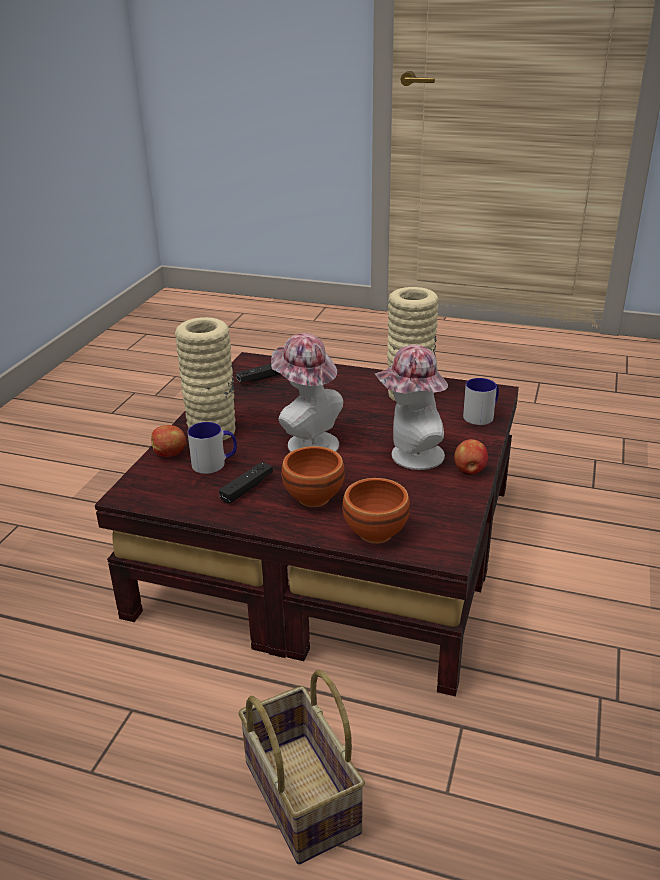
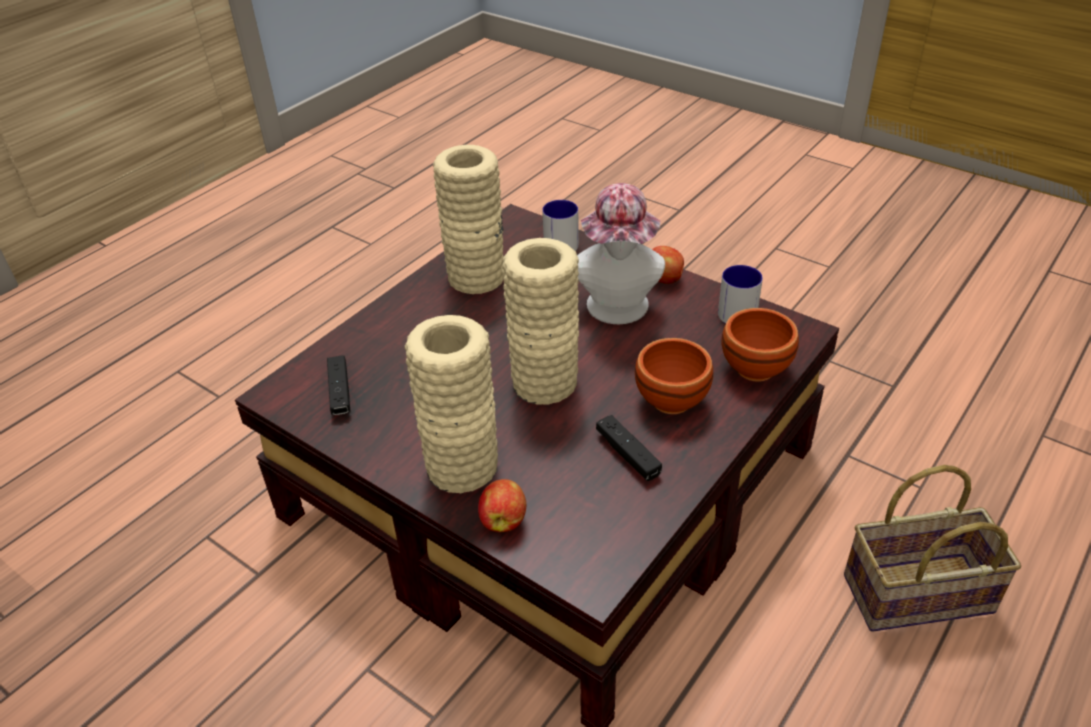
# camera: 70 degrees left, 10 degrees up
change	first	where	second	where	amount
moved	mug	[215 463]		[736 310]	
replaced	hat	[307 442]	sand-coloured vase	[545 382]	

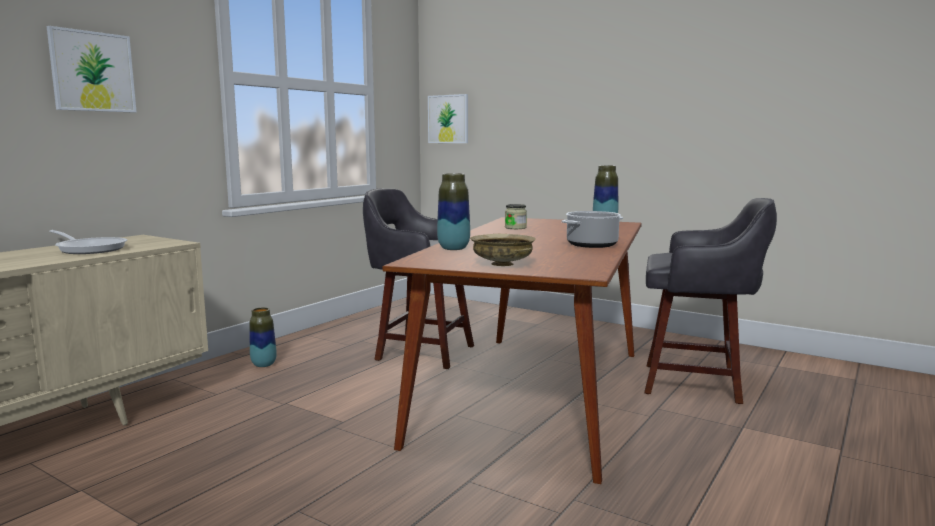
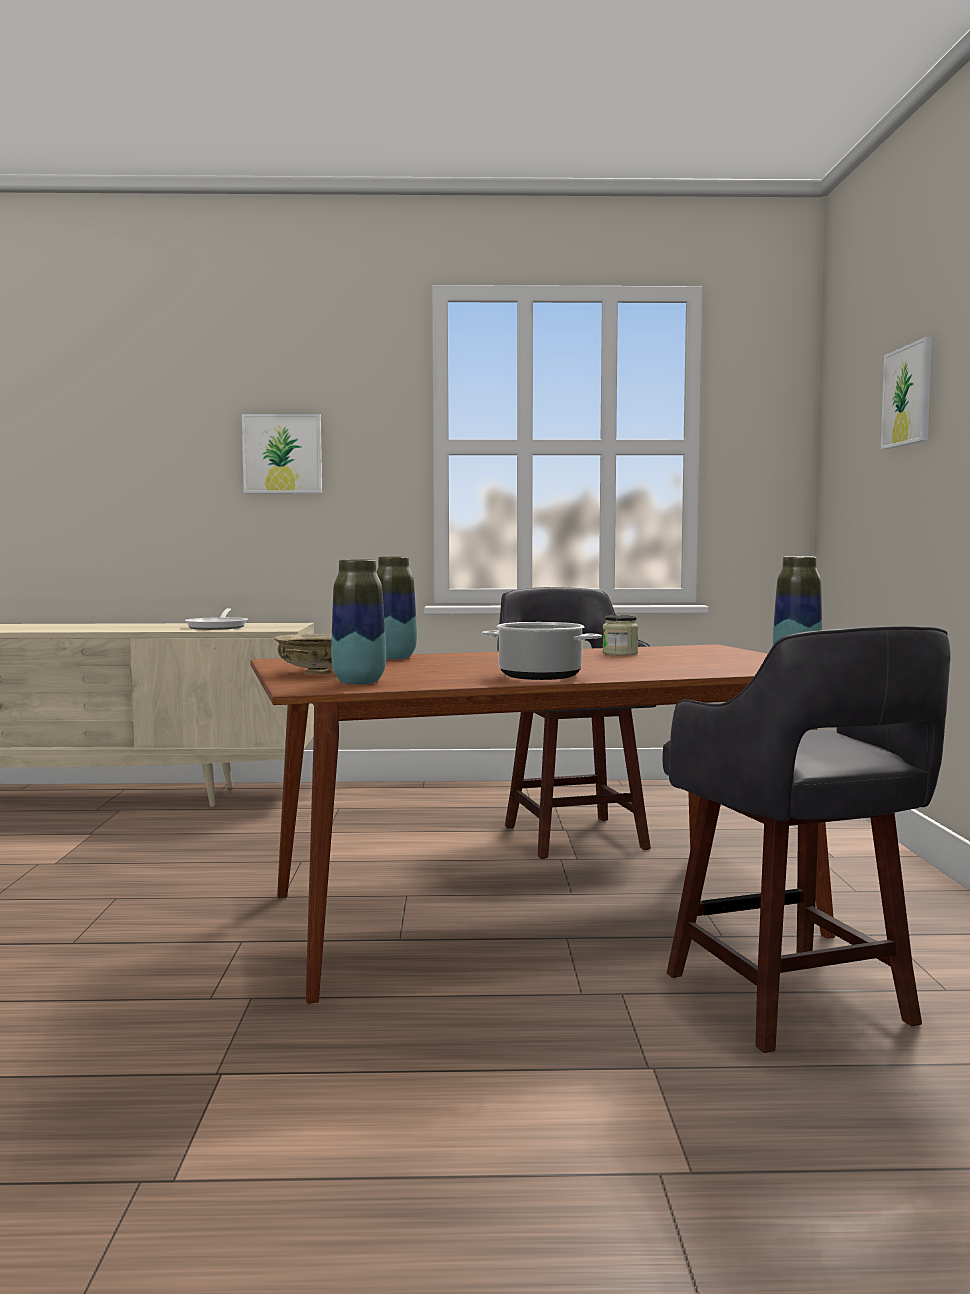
# camera: 55 degrees right, 5 degrees down
change	first	where	second	where	amount
moved	vase	[264 364]		[359 682]	
moved	wall picture	[448 119]		[908 396]	

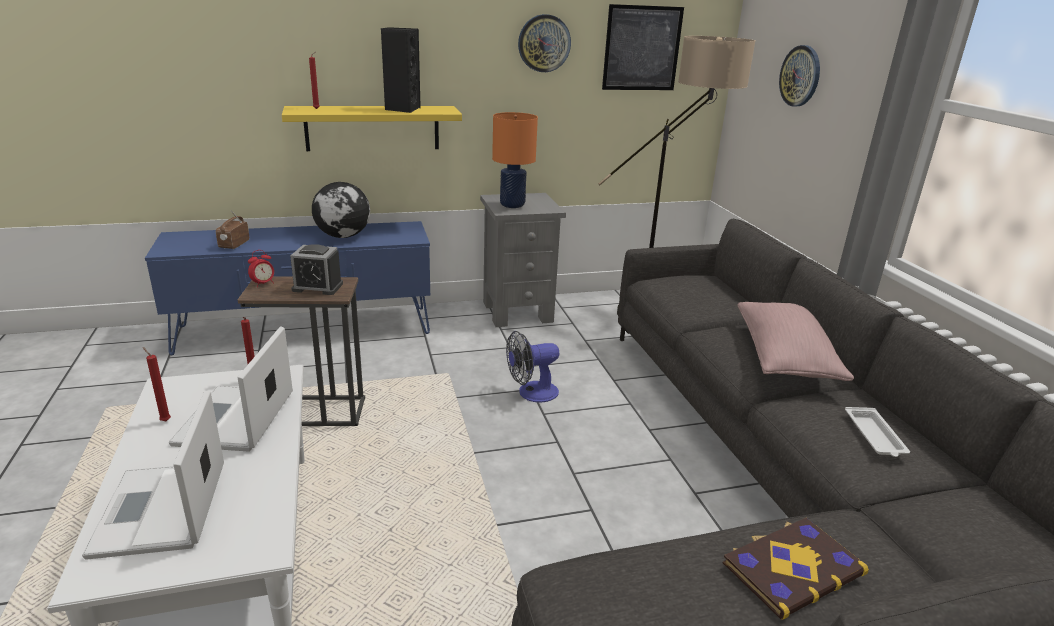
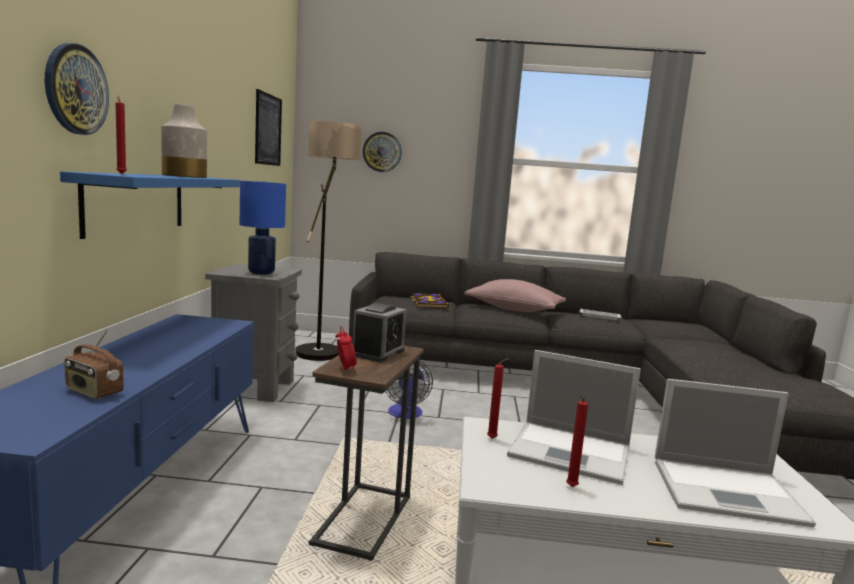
# camera: 70 degrees left, 15 degrees down
change	first	where	second	where	amount
removed	world globe	[344 236]			
moved	clock on the wall	[544 43]		[75 89]	
moved	volume	[792 567]		[428 302]	
replaced	black-coloured audio speaker	[402 109]	sand-coloured vase	[184 176]	
recoloured	yellowish shelf	[372 128]	blue-coloured shelf	[136 202]	
recoloured	orange-coloured lamp for a table	[512 206]	blue-coloured lamp for a table	[261 273]	

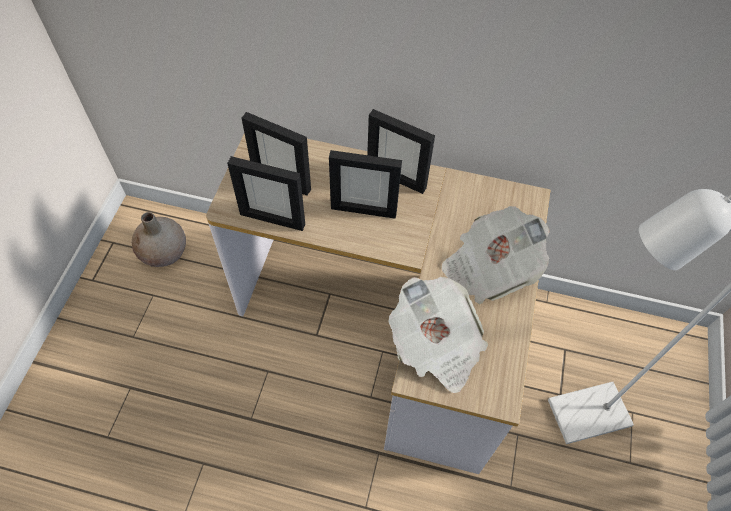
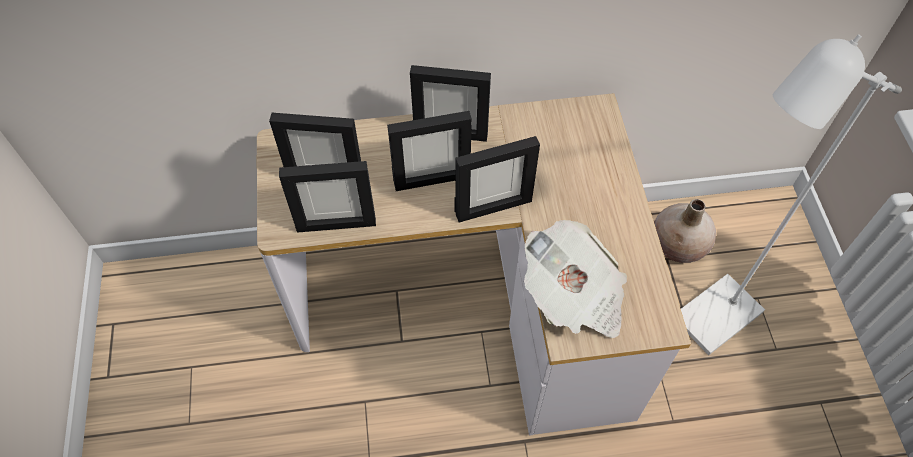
# camera: 20 degrees left, 0 degrees up
change	first	where	second	where	amount
removed	newspaper	[489 267]			
added			photo frame	[493 206]	
moved	sand-coloured vase	[164 252]		[678 245]	

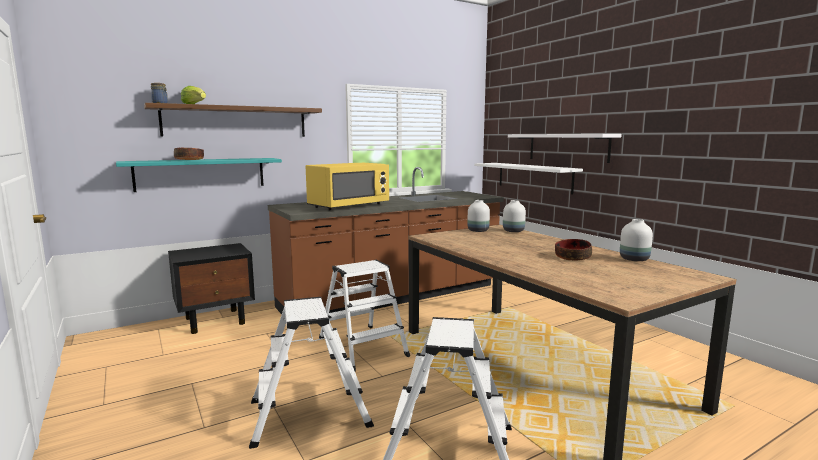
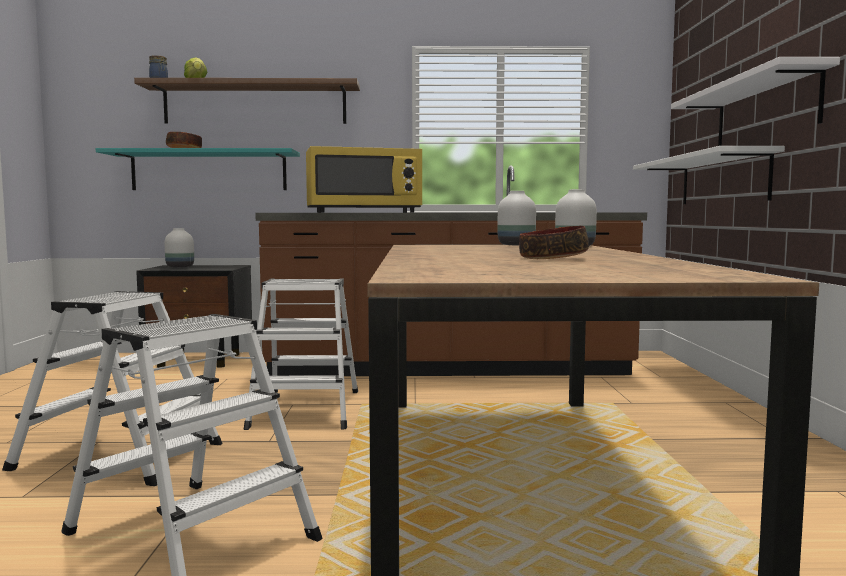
# camera: 30 degrees right, 5 degrees down
change	first	where	second	where	amount
moved	white-coloured vase	[635 259]		[180 267]	

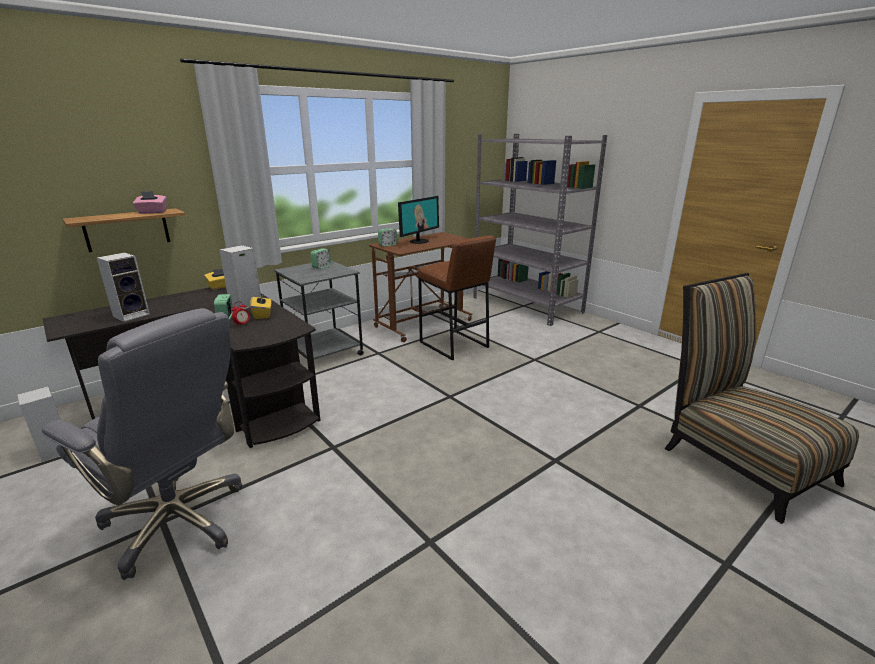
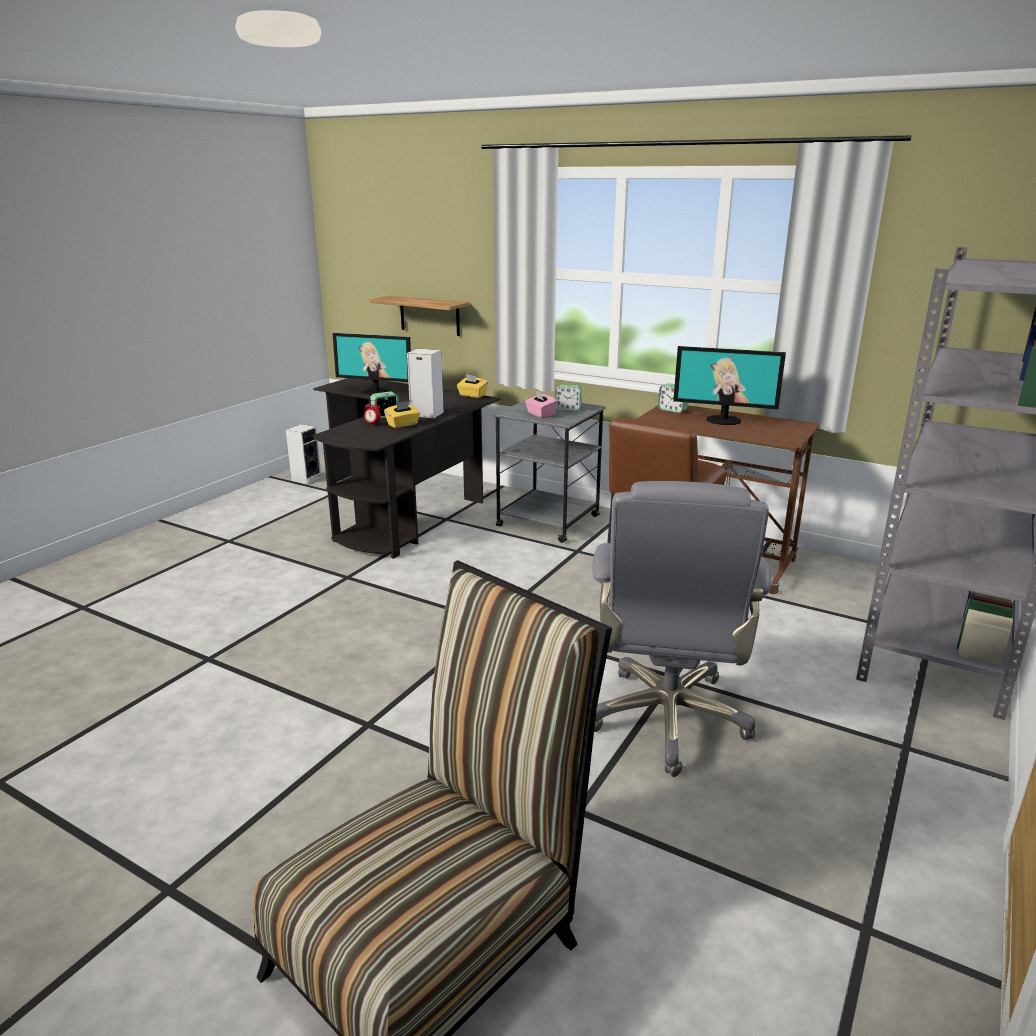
# camera: 70 degrees right, 0 degrees up
change	first	where	second	where	amount
moved	grey office chair	[177 525]		[666 723]	
moved	pink tissue holder	[152 212]		[540 414]	
replaced	audio speaker	[132 315]	computer screen	[375 392]	

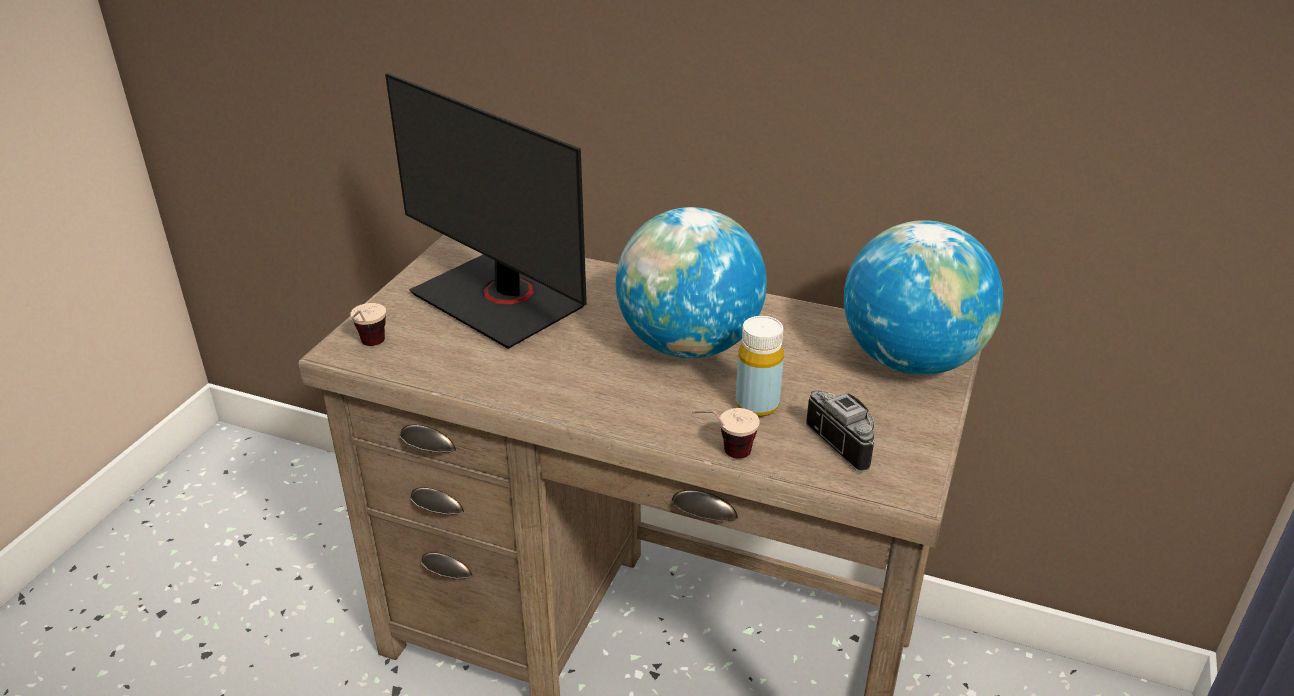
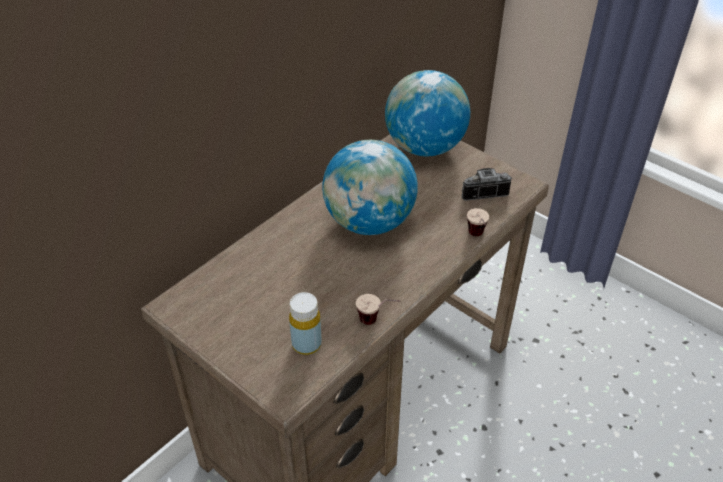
# camera: 70 degrees left, 10 degrees up
change	first	where	second	where	amount
removed	computer screen	[499 300]			
moved	small cup	[369 348]		[377 321]	
moved	yellowish bottle	[757 405]		[306 344]	

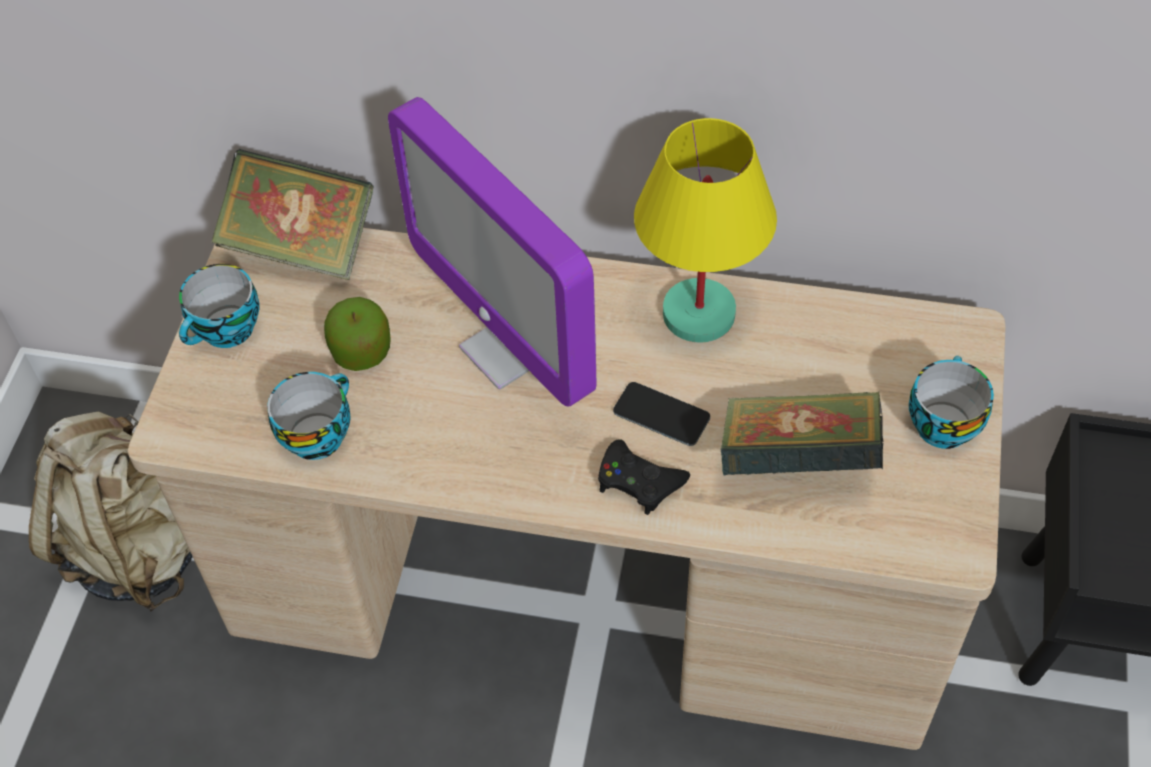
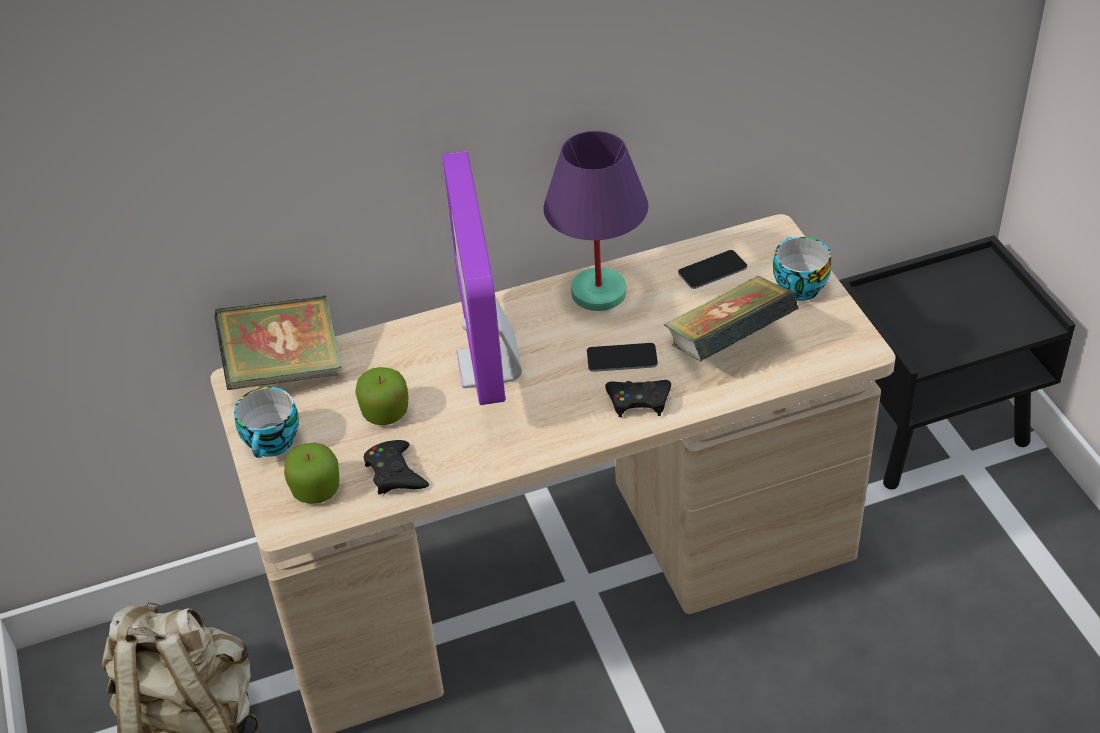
# camera: 30 degrees left, 10 degrees down
change	first	where	second	where	amount
added			apple fruit	[316 489]	
added			telephone	[712 270]	
replaced	small cup	[317 433]	black-coloured gamepad	[395 473]	
recoloured	yellowish lamp for a table	[700 315]	purple lamp for a table	[600 293]	
turned	computer screen	[509 349]		[489 366]	60 degrees clockwise

